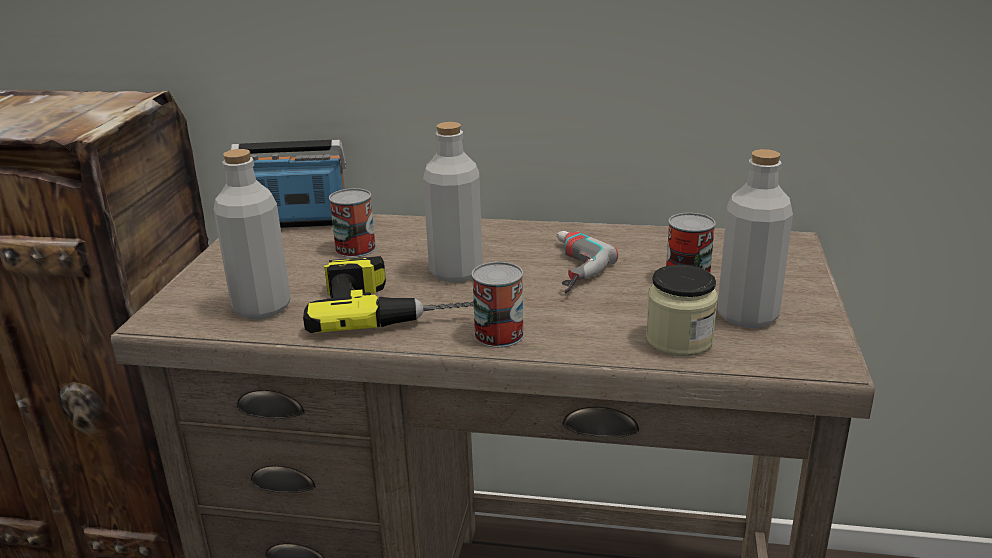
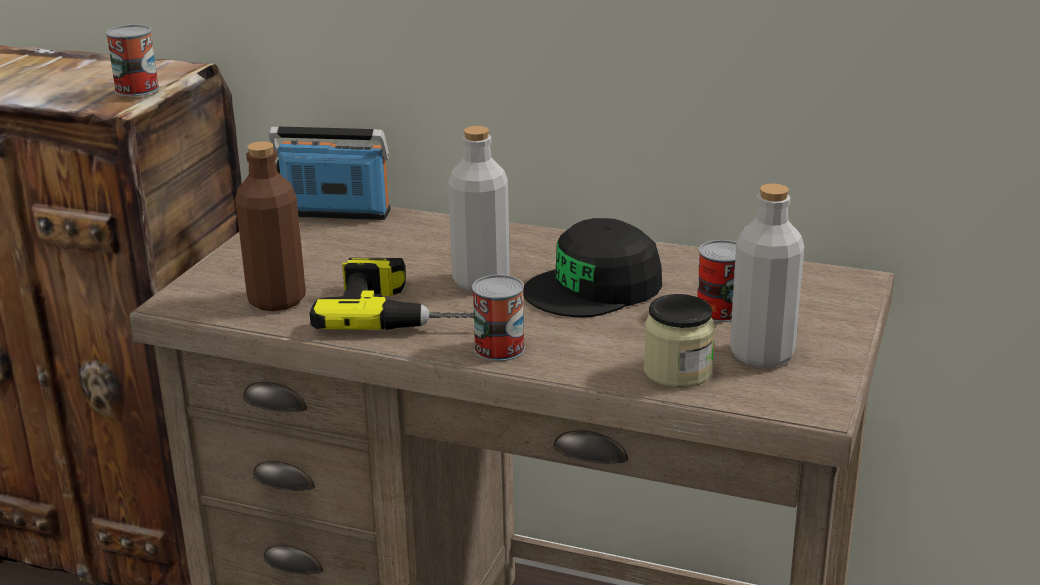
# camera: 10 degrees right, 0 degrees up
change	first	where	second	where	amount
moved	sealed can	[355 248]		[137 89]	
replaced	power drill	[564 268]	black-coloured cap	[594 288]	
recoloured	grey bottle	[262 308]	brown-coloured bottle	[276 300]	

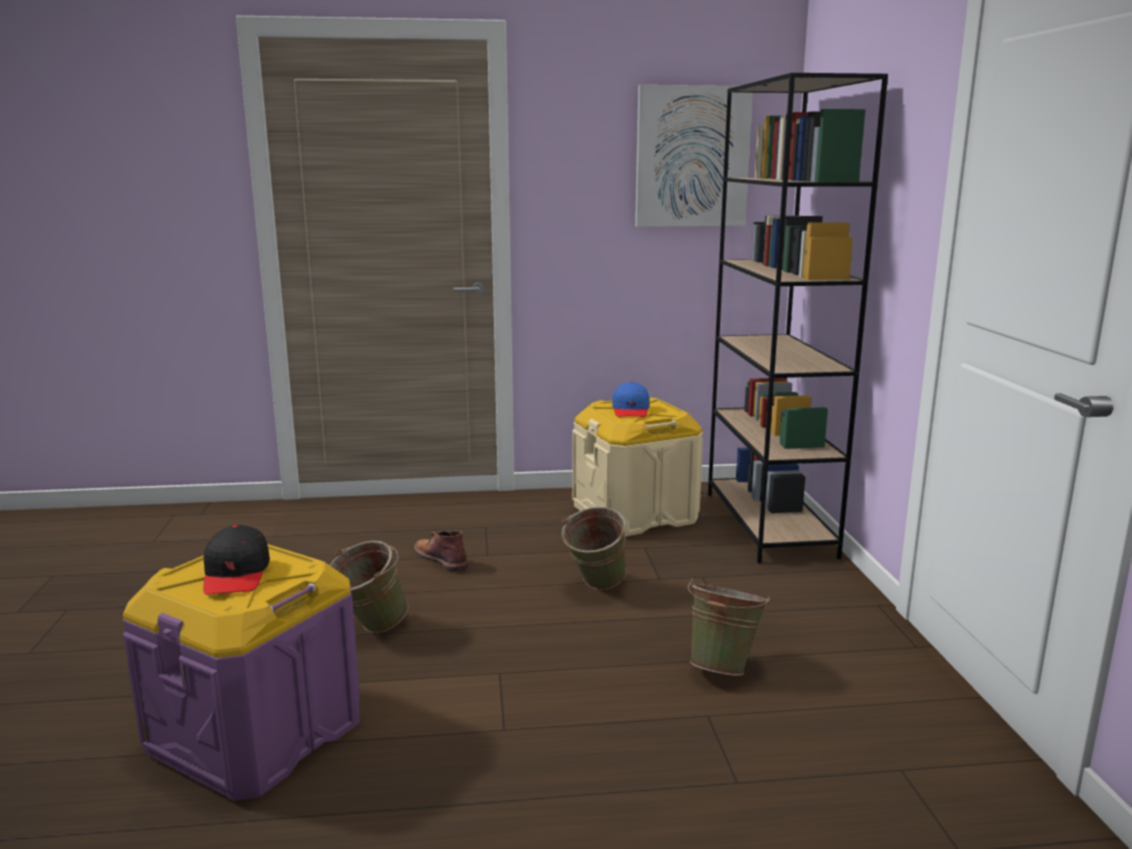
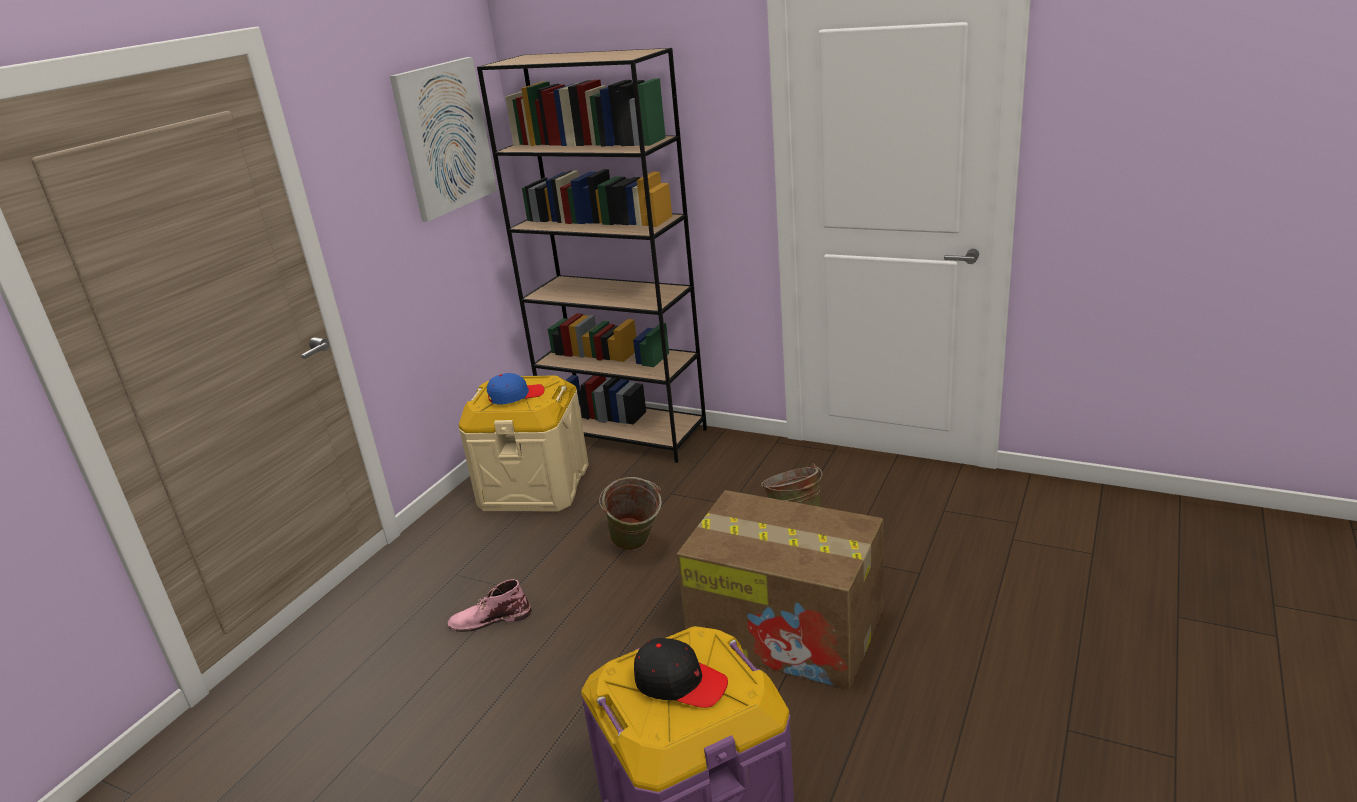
# camera: 55 degrees left, 10 degrees up
change	first	where	second	where	amount
removed	green bucket	[369 629]			
added			cardboard box	[788 630]	
recoloured	brown-coloured high-top boot	[441 558]	pink high-top boot	[489 619]	
turned	blue-coloured cap	[631 410]		[516 396]	60 degrees counterclockwise

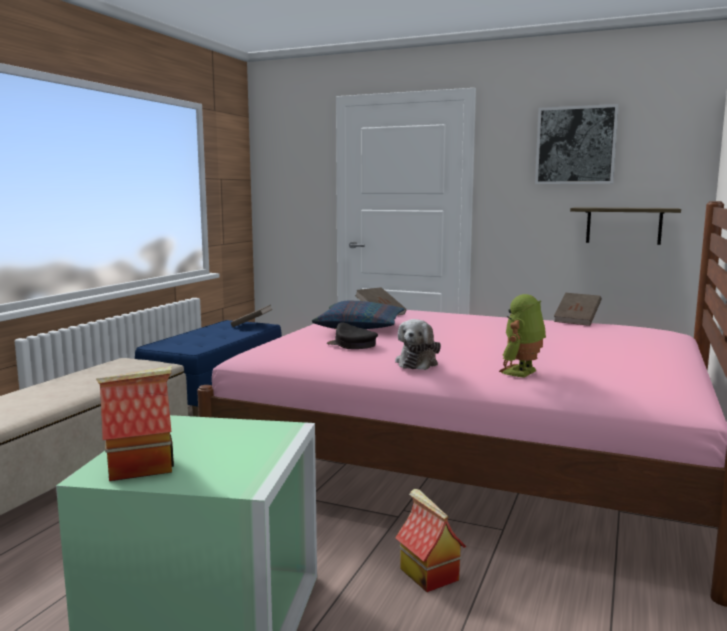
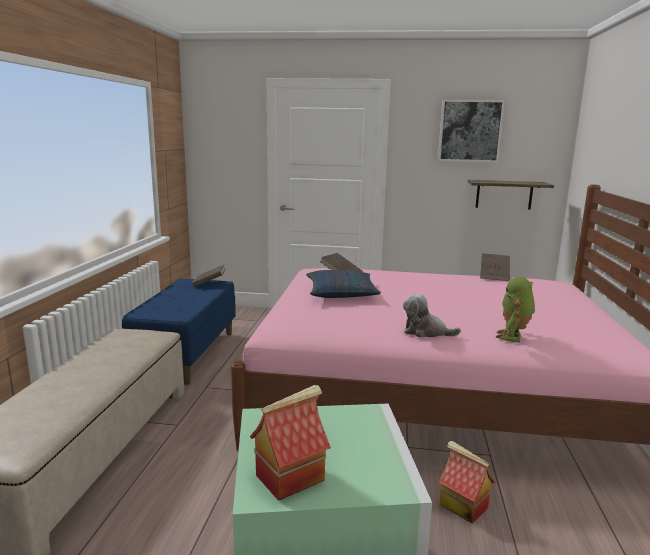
# camera: 15 degrees left, 5 degrees up
change	first	where	second	where	amount
removed	black-coloured cap	[351 345]			
turned	cuddly toy	[417 363]		[426 332]	105 degrees clockwise

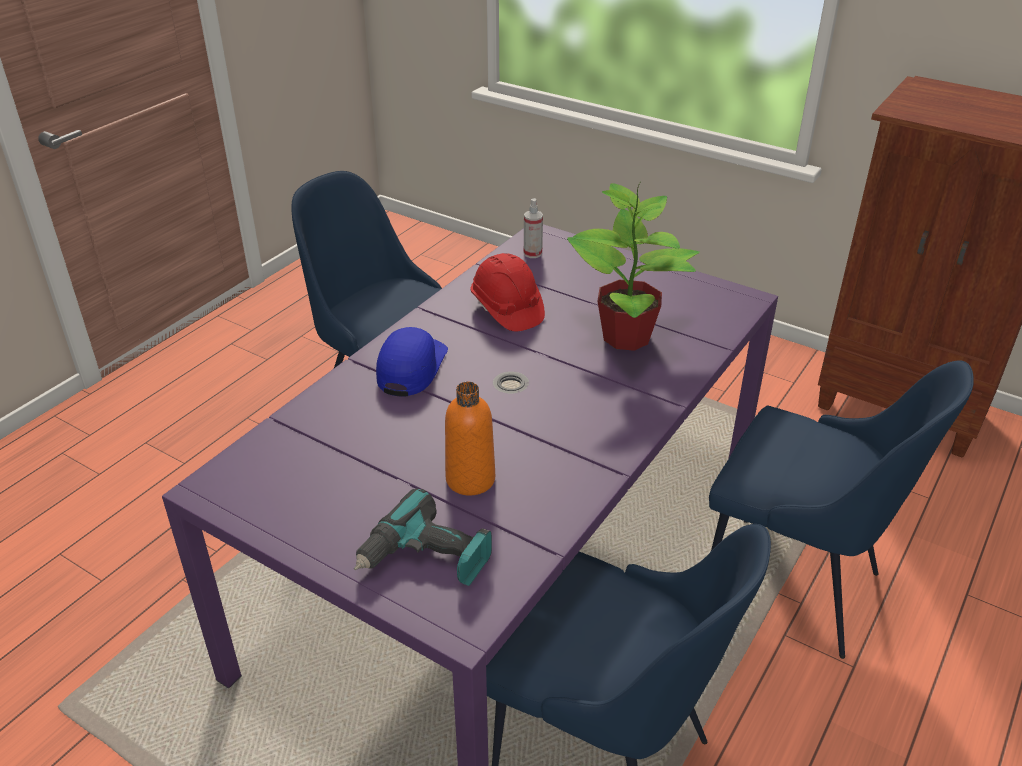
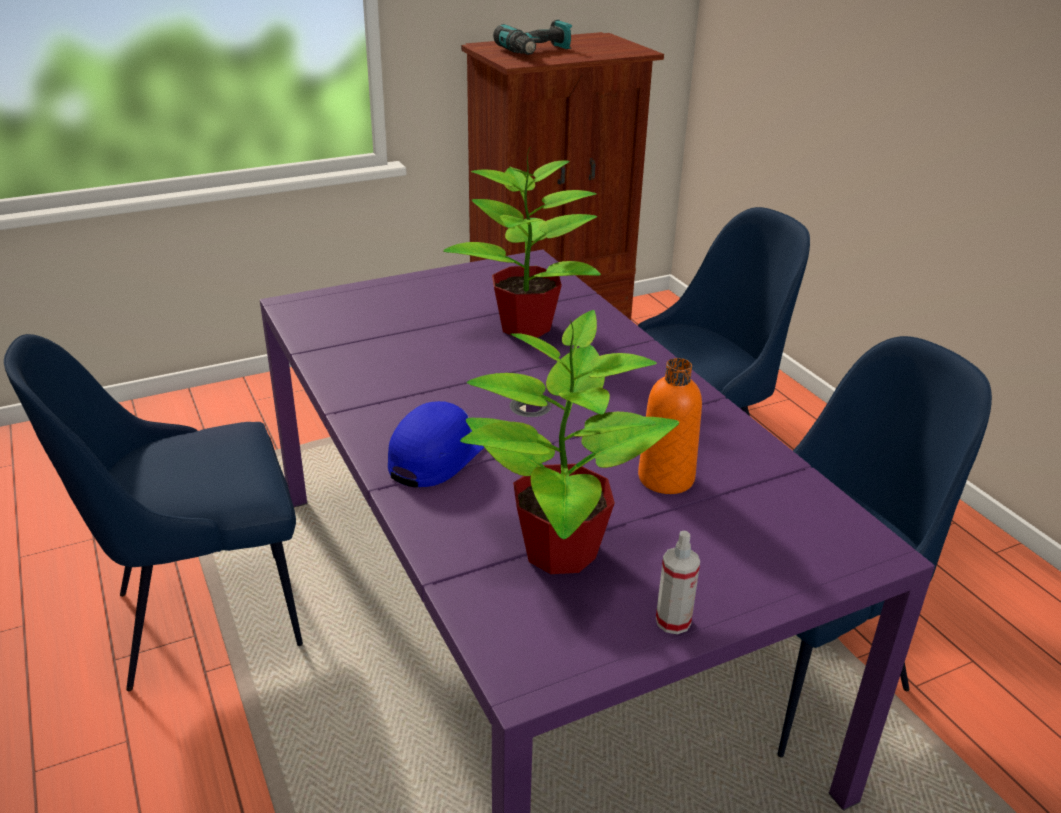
# camera: 60 degrees left, 5 degrees down
change	first	where	second	where	amount
removed	reddish hard hat	[506 309]			
added			plant in a pot	[558 551]	
moved	power drill	[426 559]		[537 52]	
moved	sprayer	[532 253]		[673 621]	
turned	blue-coloured cap	[411 367]		[439 453]	75 degrees clockwise

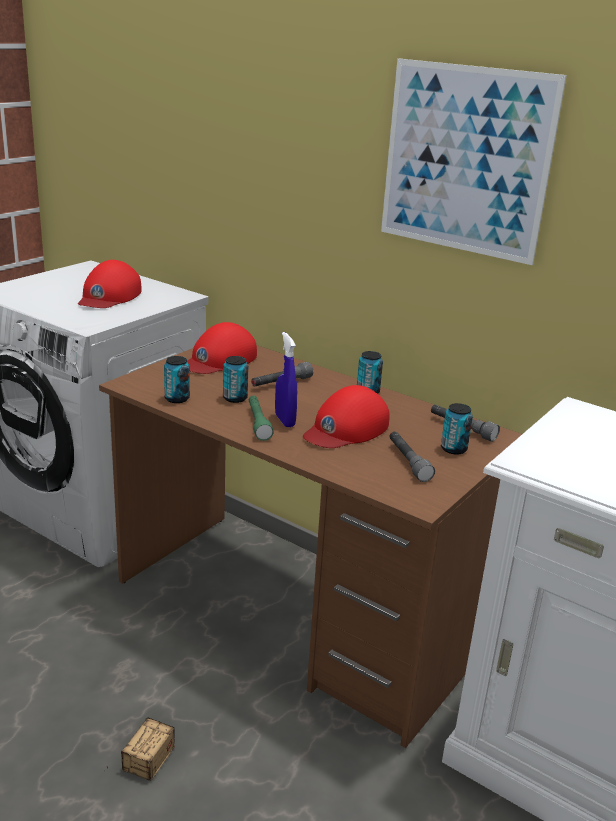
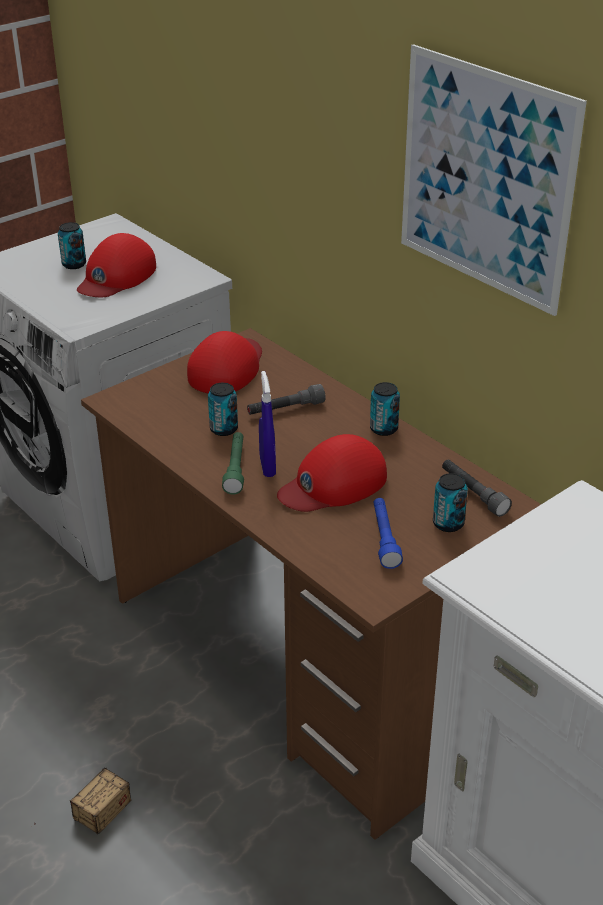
# camera: 15 degrees right, 10 degrees up
change	first	where	second	where	amount
moved	sealed can	[177 398]		[74 264]	
recoloured	grey torch	[408 462]	blue-coloured torch	[384 539]	
turned	reddish cap	[219 360]		[227 368]	150 degrees clockwise

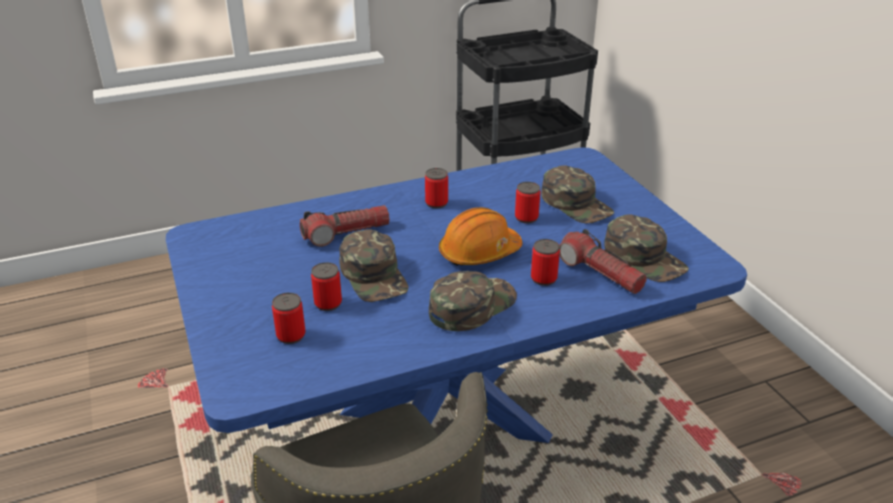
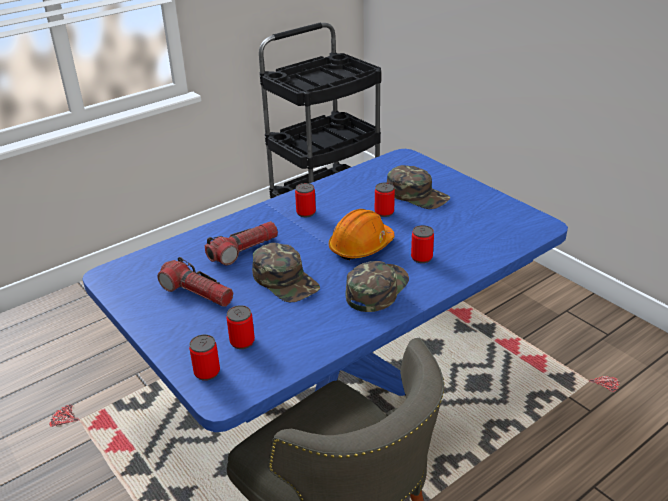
# camera: 15 degrees left, 0 degrees up
change	first	where	second	where	amount
removed	green cap	[644 257]			
moved	sealed can	[328 303]		[207 372]	
moved	torch	[600 273]		[197 293]	

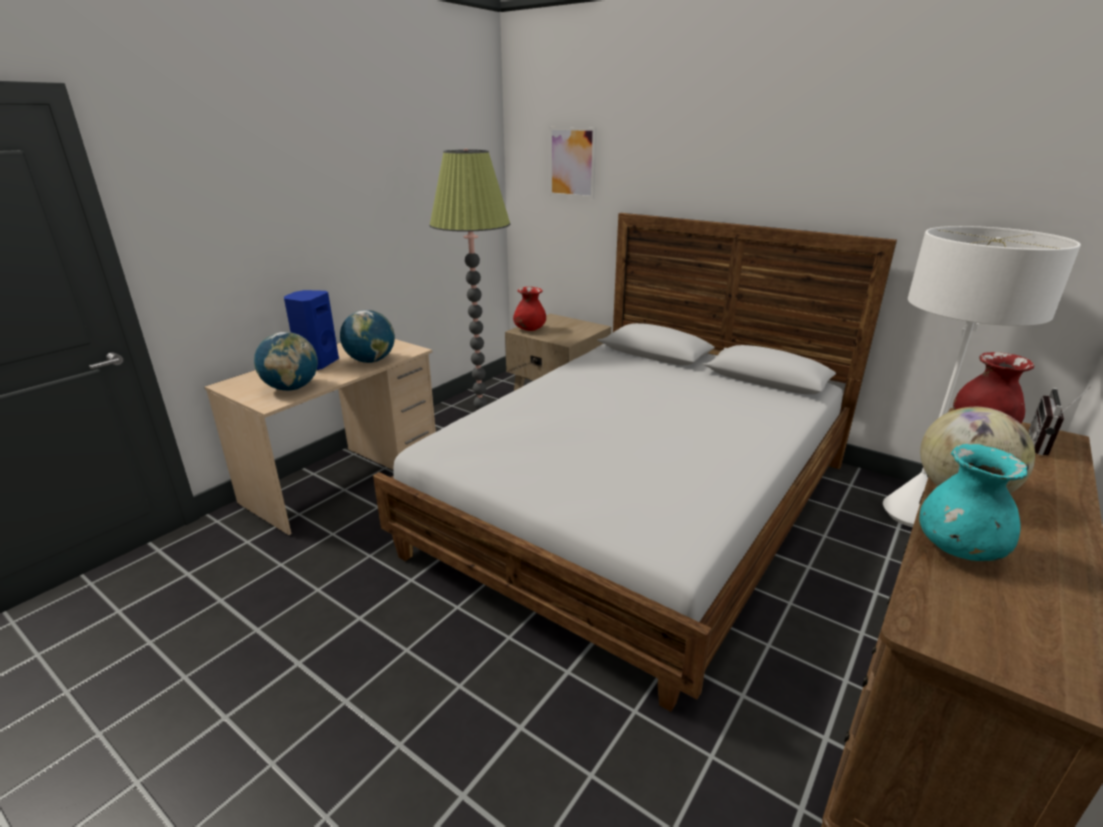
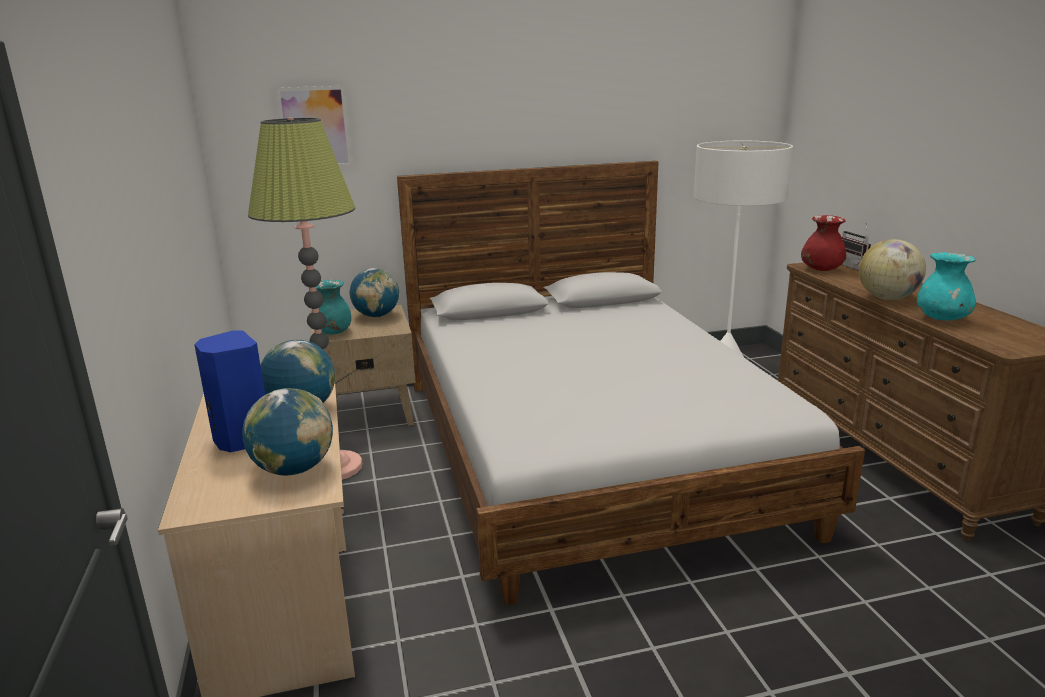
# camera: 50 degrees left, 5 degrees down
change	first	where	second	where	amount
added			world globe	[376 316]	
recoloured	reddish vase	[529 329]	turquoise vase	[332 333]	

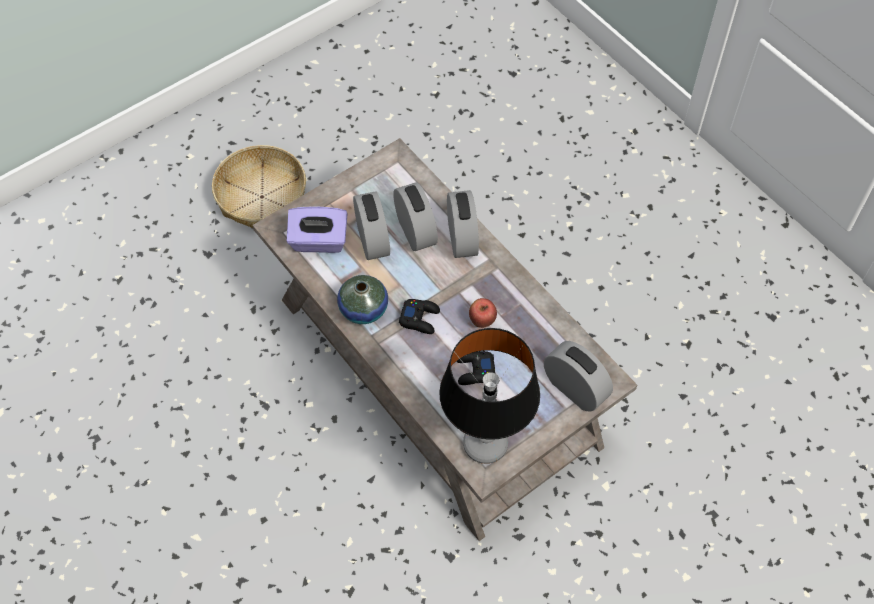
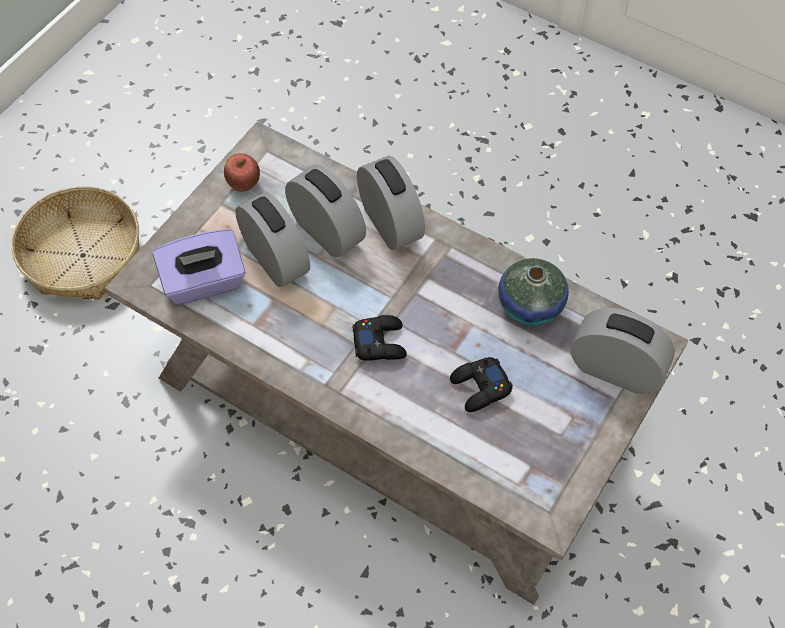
# camera: 20 degrees left, 0 degrees up
change	first	where	second	where	amount
removed	lamp for a table	[485 445]			
moved	vase	[363 309]		[530 305]	
moved	apple fruit	[482 321]		[244 184]	

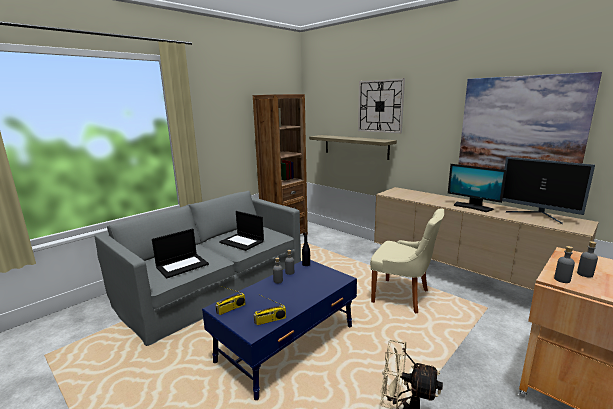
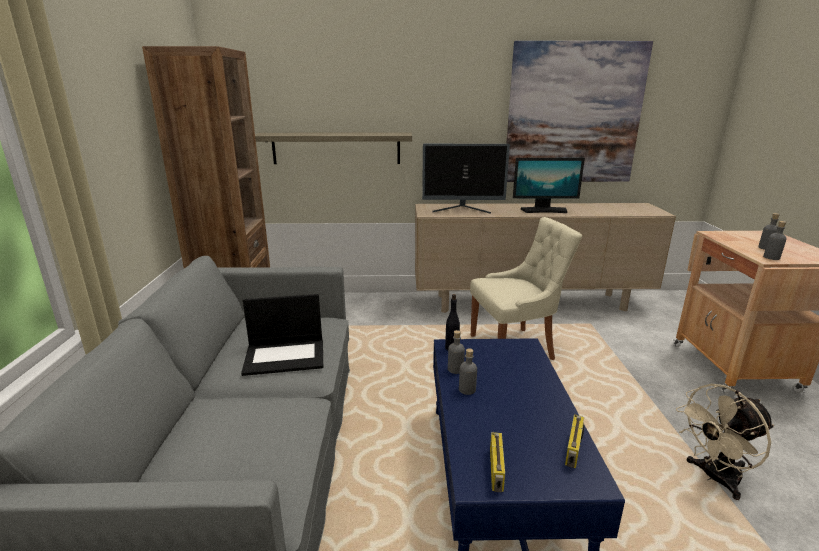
# camera: 45 degrees left, 5 degrees up
change	first	where	second	where	amount
removed	laptop	[182 265]			
removed	clock on the wall	[380 106]			
moved	computer screen	[537 216]		[463 210]	

